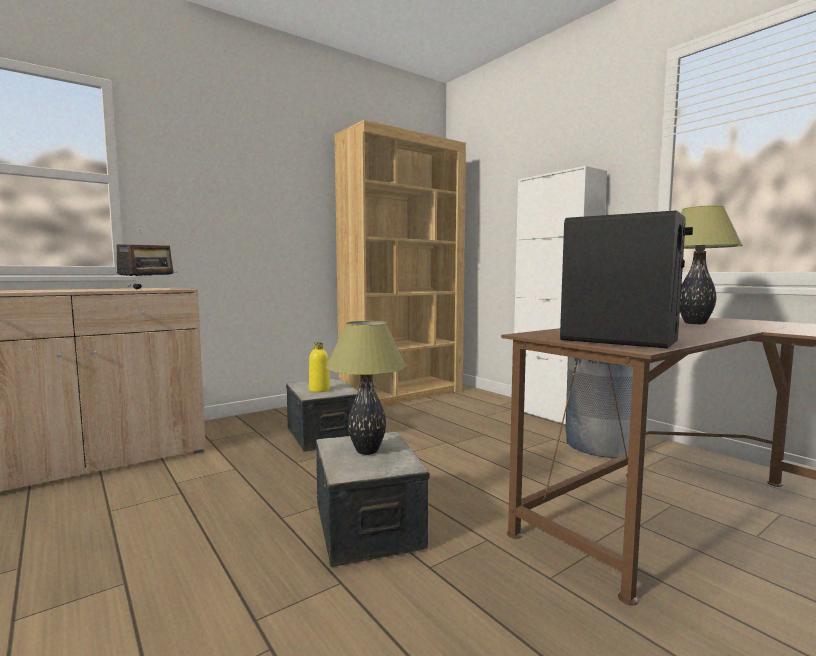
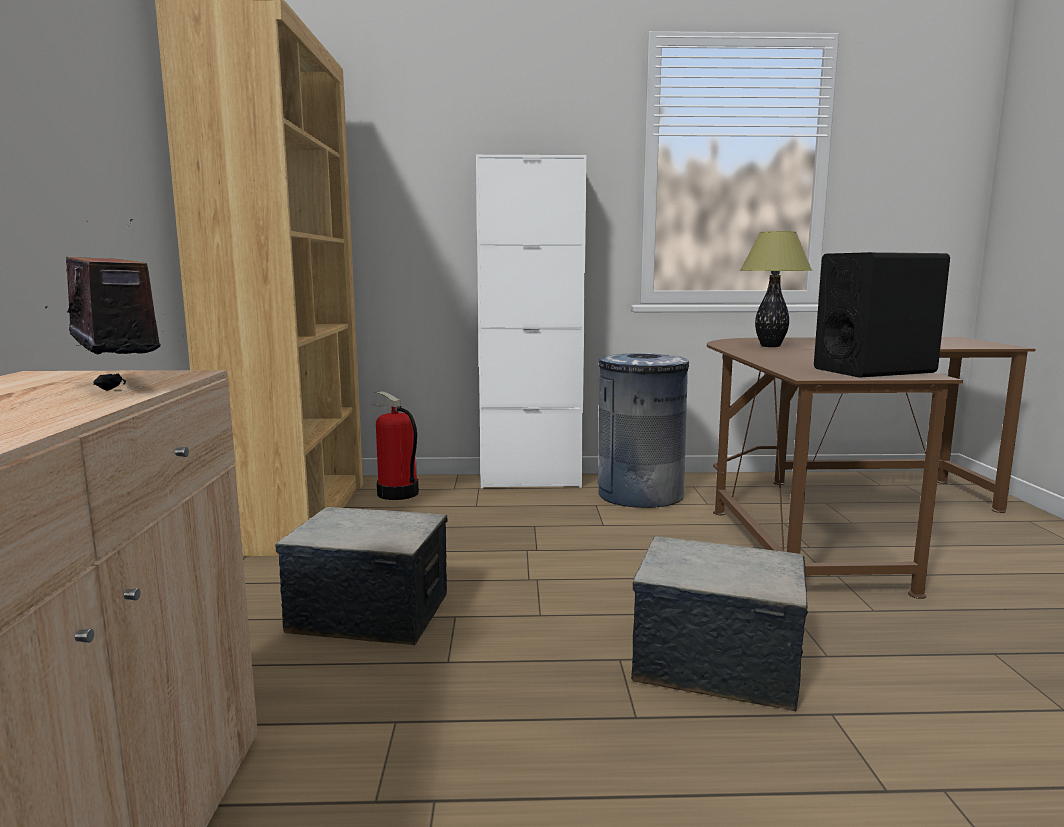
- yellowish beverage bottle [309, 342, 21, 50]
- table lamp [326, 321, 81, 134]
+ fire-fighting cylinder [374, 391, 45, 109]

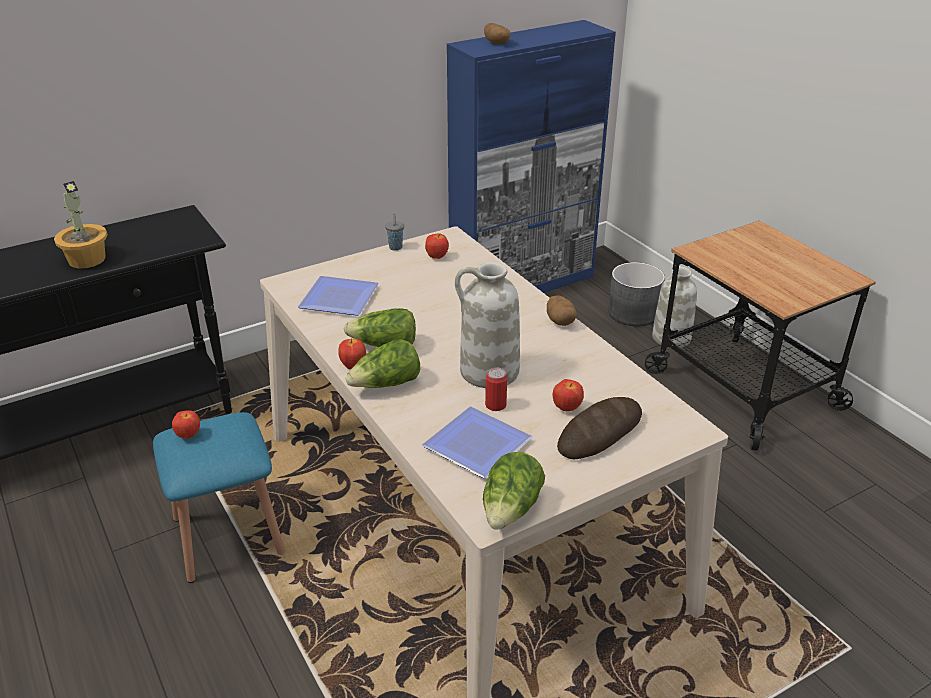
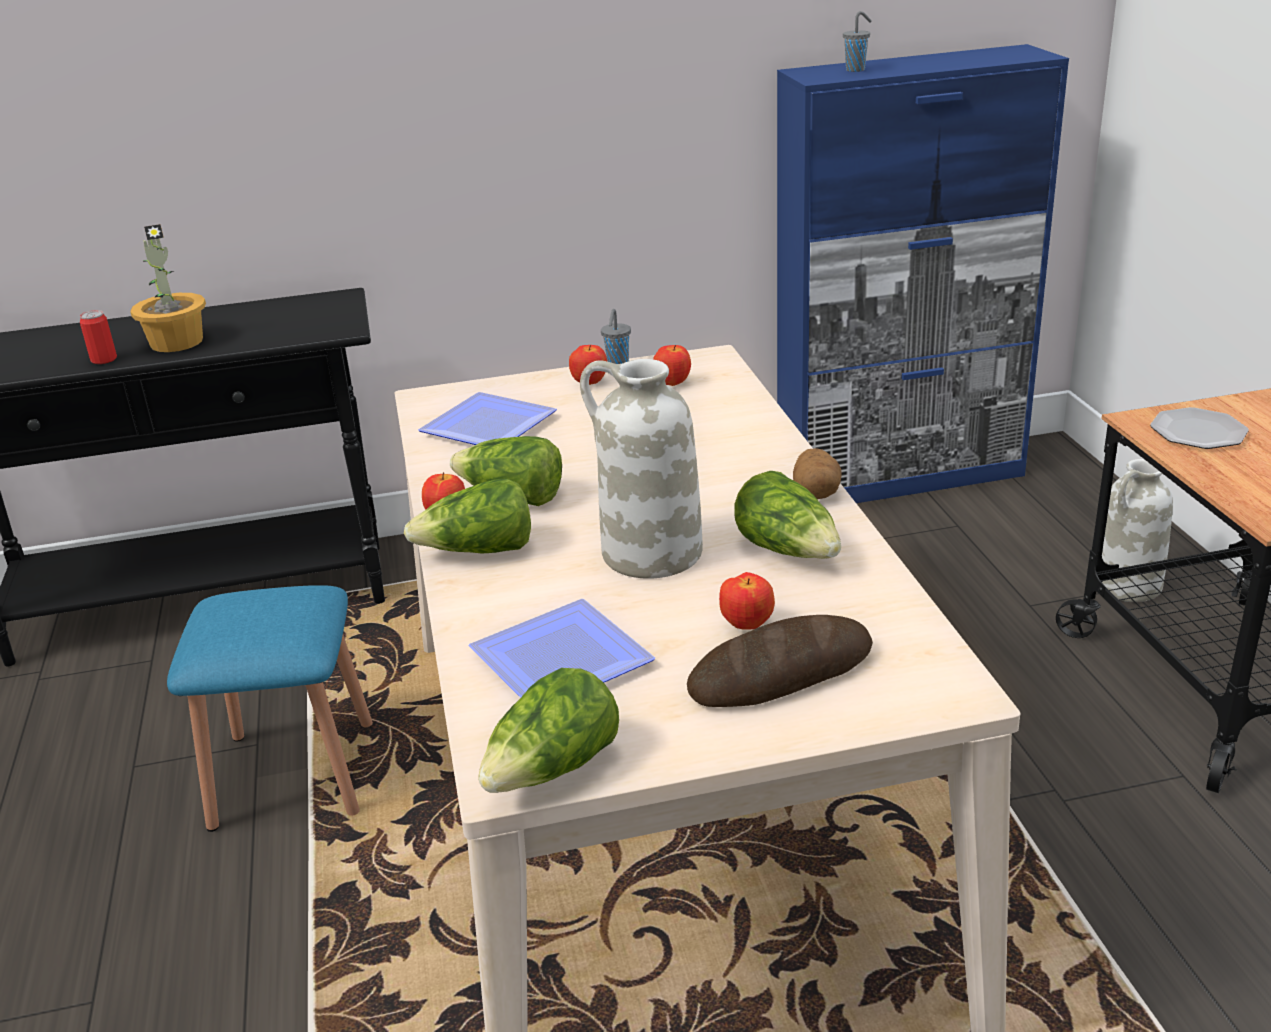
~ whole apple [172, 410, 28, 29] to [569, 345, 38, 40]
~ potato [484, 23, 26, 21] to gray small cup [843, 11, 29, 61]
~ metal can [485, 367, 22, 44] to [80, 310, 37, 54]
- gray flower pot [608, 262, 57, 64]
+ lettuce head [734, 471, 107, 88]
+ dinner plate [1150, 407, 99, 42]

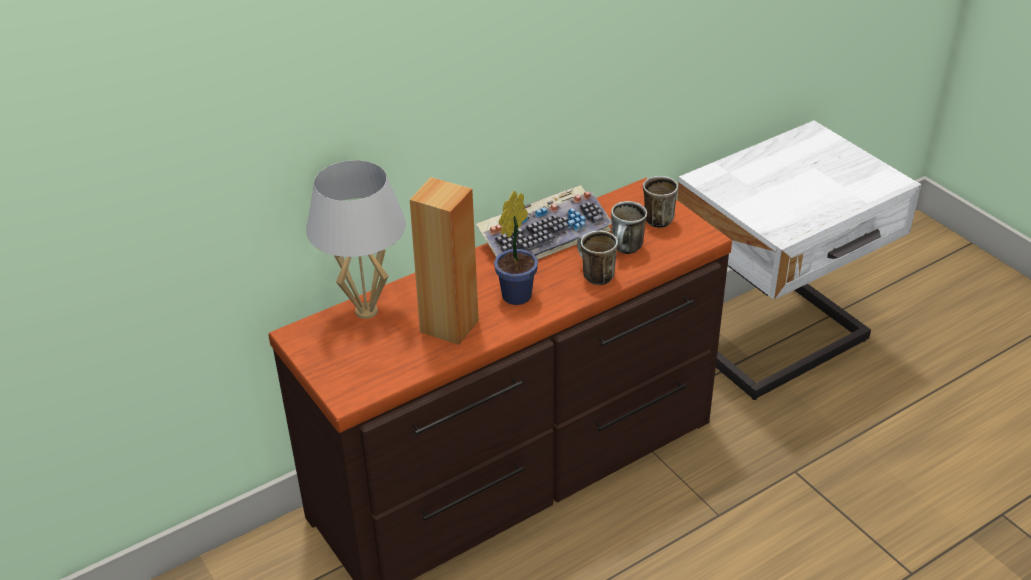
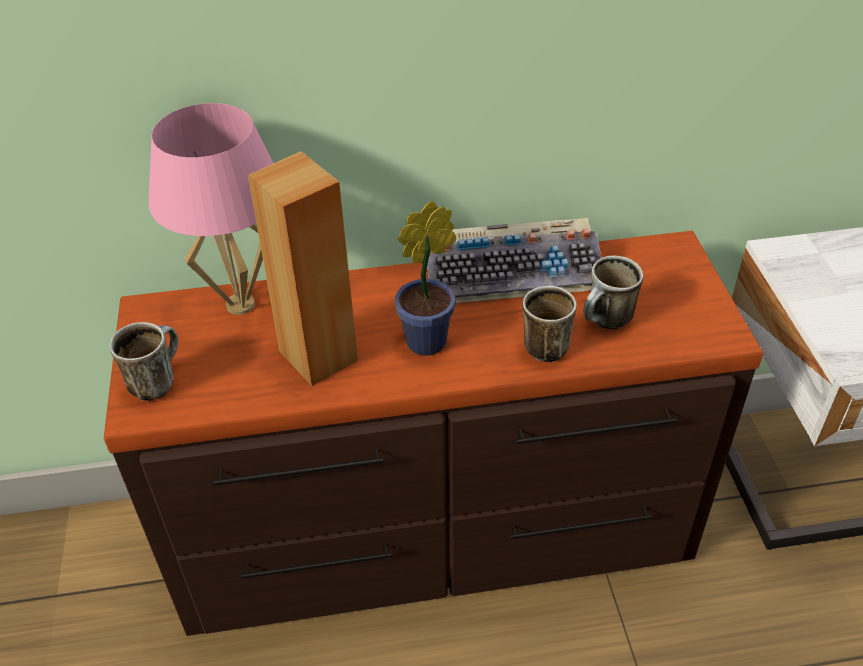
~ white-coloured table lamp [306, 160, 100, 159] to pinkish table lamp [148, 103, 125, 212]
~ coffee mug [643, 176, 35, 52] to [110, 322, 68, 79]

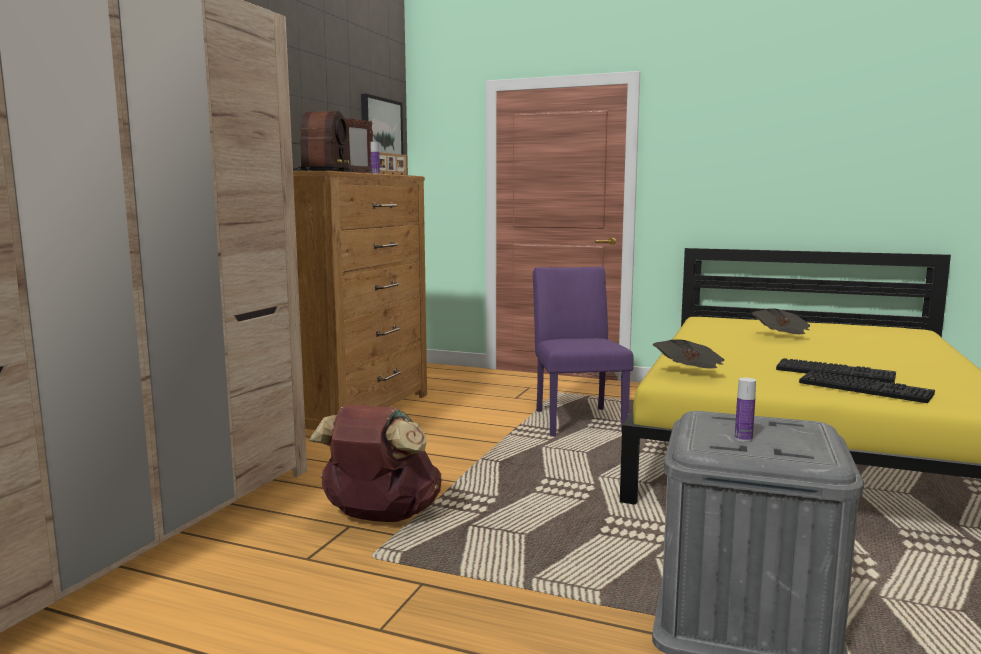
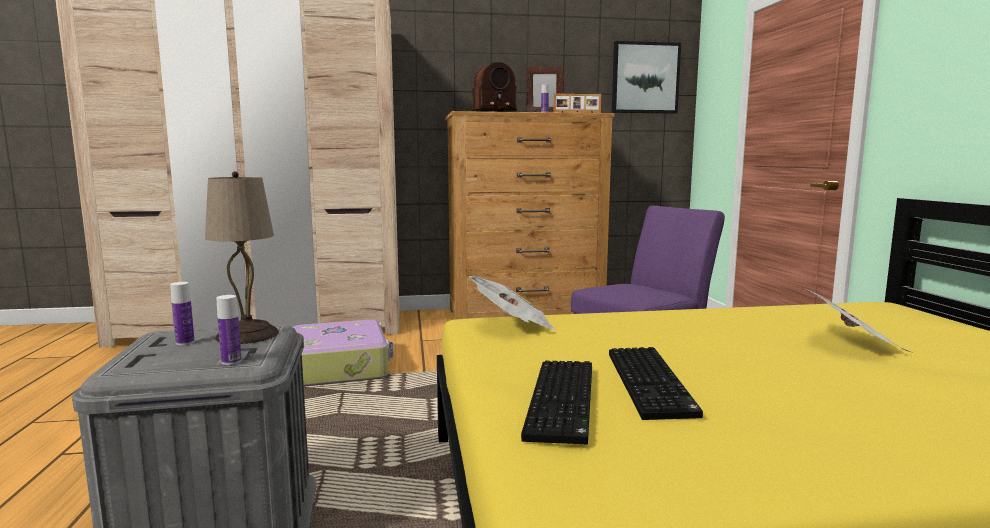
~ brown backpack [309, 405, 133, 117] to travel case [293, 320, 101, 67]
+ beige table lamp [205, 171, 74, 173]
+ beverage bottle [216, 295, 26, 70]

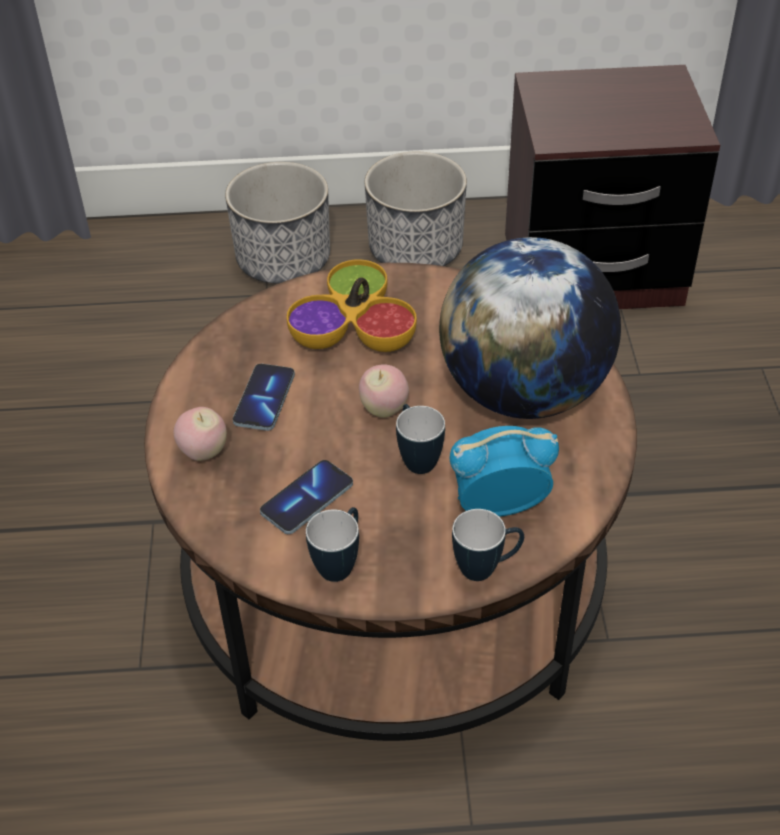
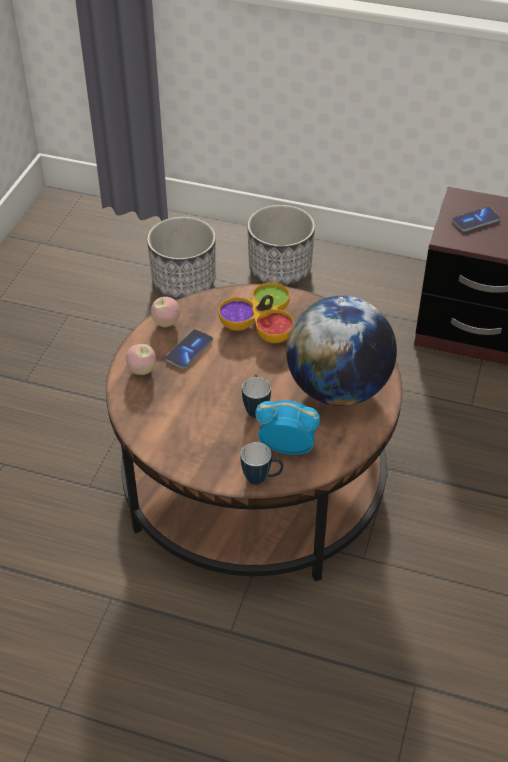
~ telephone [260, 460, 93, 74] to [452, 207, 48, 24]
- coffee mug [306, 507, 53, 75]
~ whole apple [359, 364, 50, 54] to [151, 297, 29, 30]
~ flower pot [365, 151, 102, 115] to [147, 217, 69, 81]

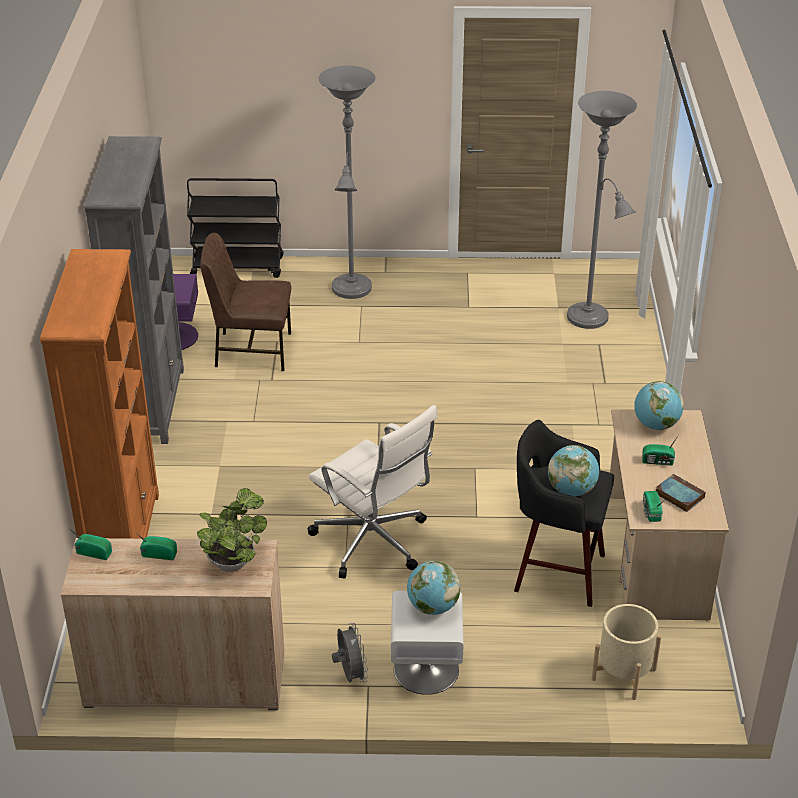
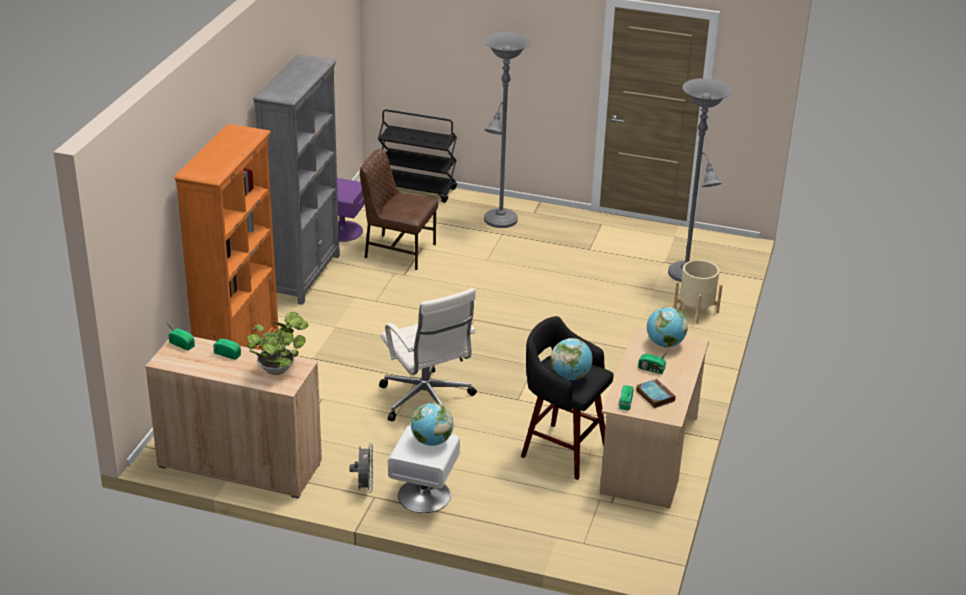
~ beige flower pot [592, 604, 69, 96] to [673, 260, 50, 64]

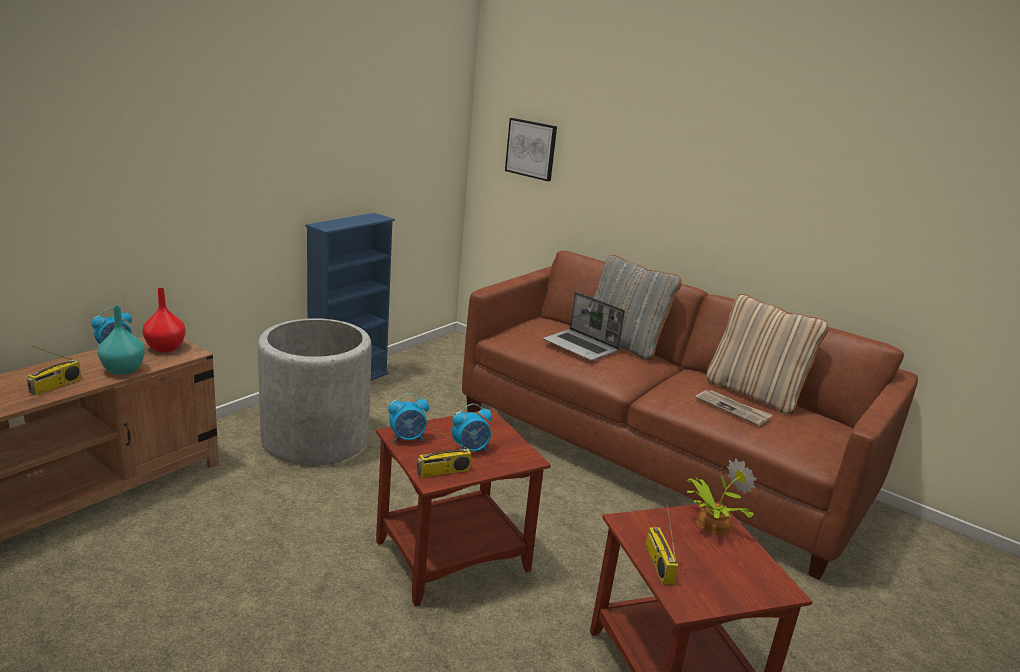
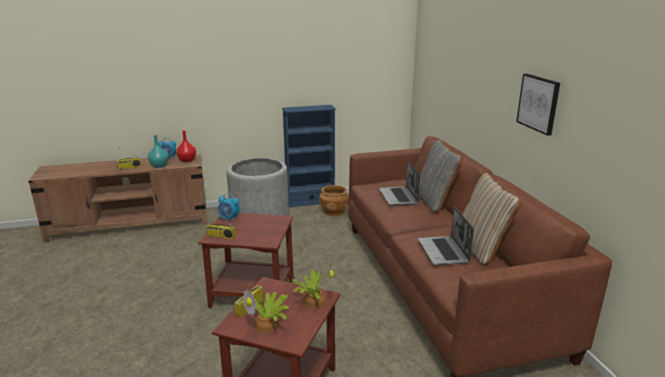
- alarm clock [452, 404, 40, 47]
~ wall art [505, 118, 52, 63] to [516, 74, 44, 62]
~ daily paper [695, 390, 77, 36] to notebook computer [418, 206, 56, 59]
+ houseplant [243, 289, 46, 44]
+ brown flower pot [319, 185, 30, 31]

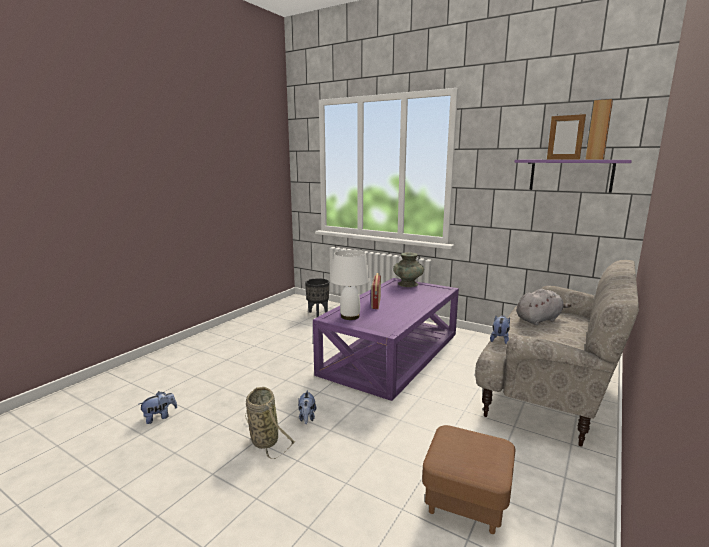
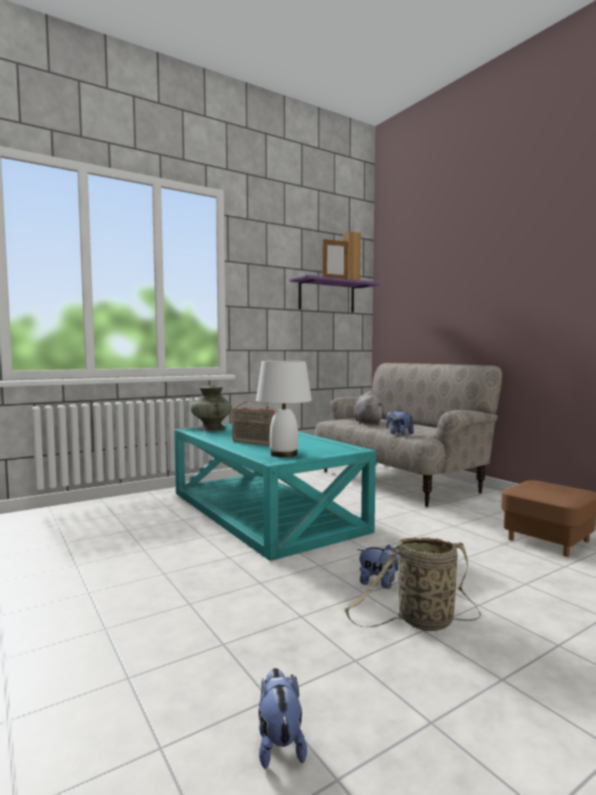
- blackish flower pot [305, 278, 24, 39]
~ purplish coffee table [313, 278, 146, 123] to turquoise-coloured coffee table [174, 424, 202, 137]

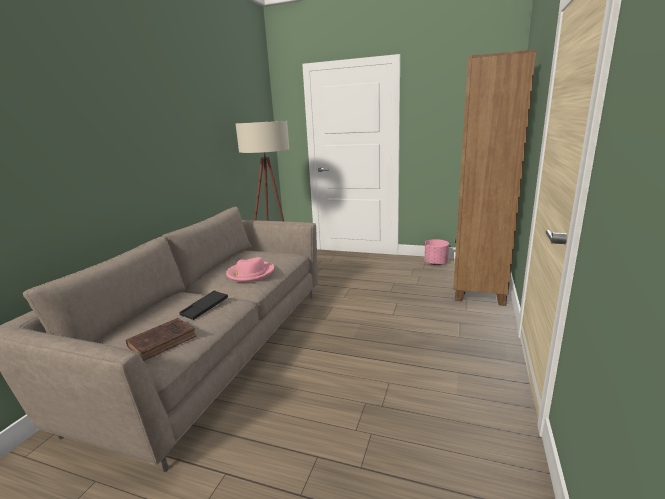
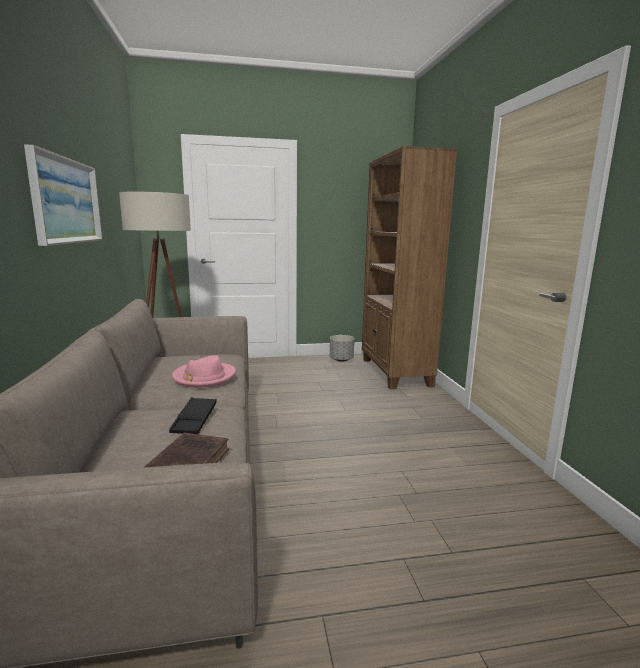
~ pinkish flower pot [424, 239, 25, 26] to gray flower pot [330, 335, 24, 27]
+ wall art [24, 144, 78, 102]

